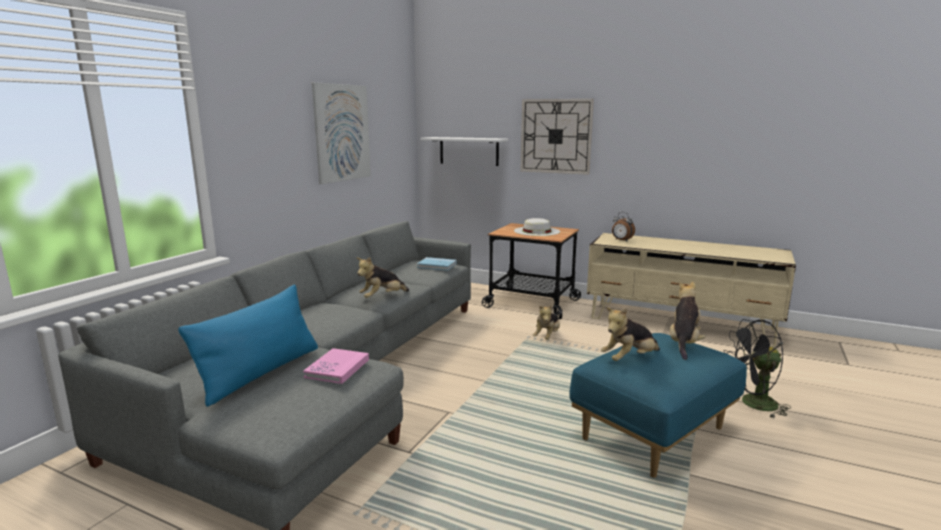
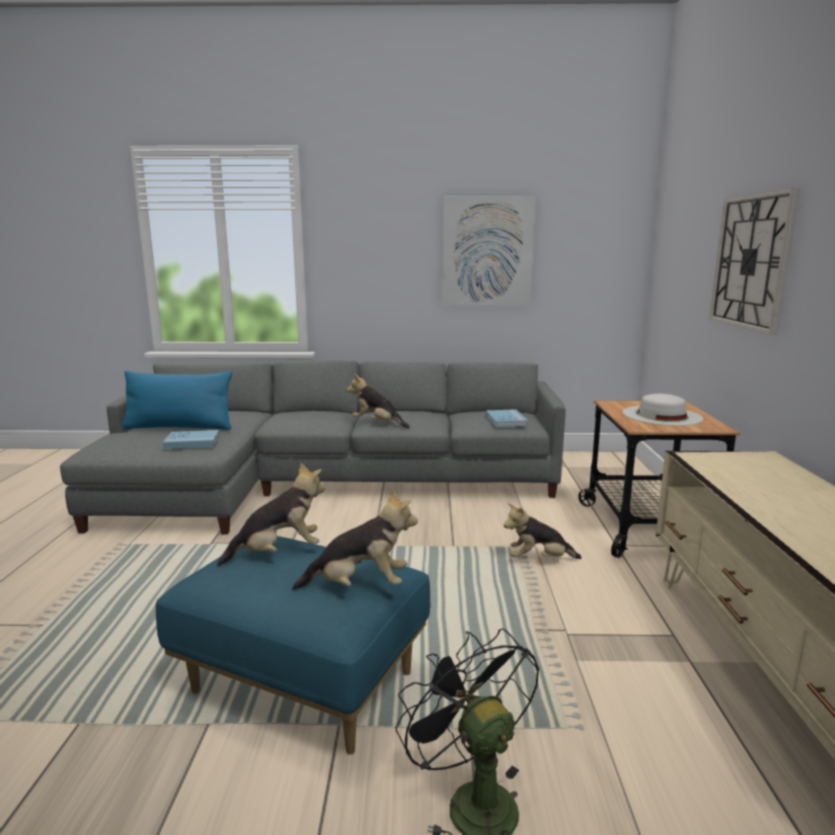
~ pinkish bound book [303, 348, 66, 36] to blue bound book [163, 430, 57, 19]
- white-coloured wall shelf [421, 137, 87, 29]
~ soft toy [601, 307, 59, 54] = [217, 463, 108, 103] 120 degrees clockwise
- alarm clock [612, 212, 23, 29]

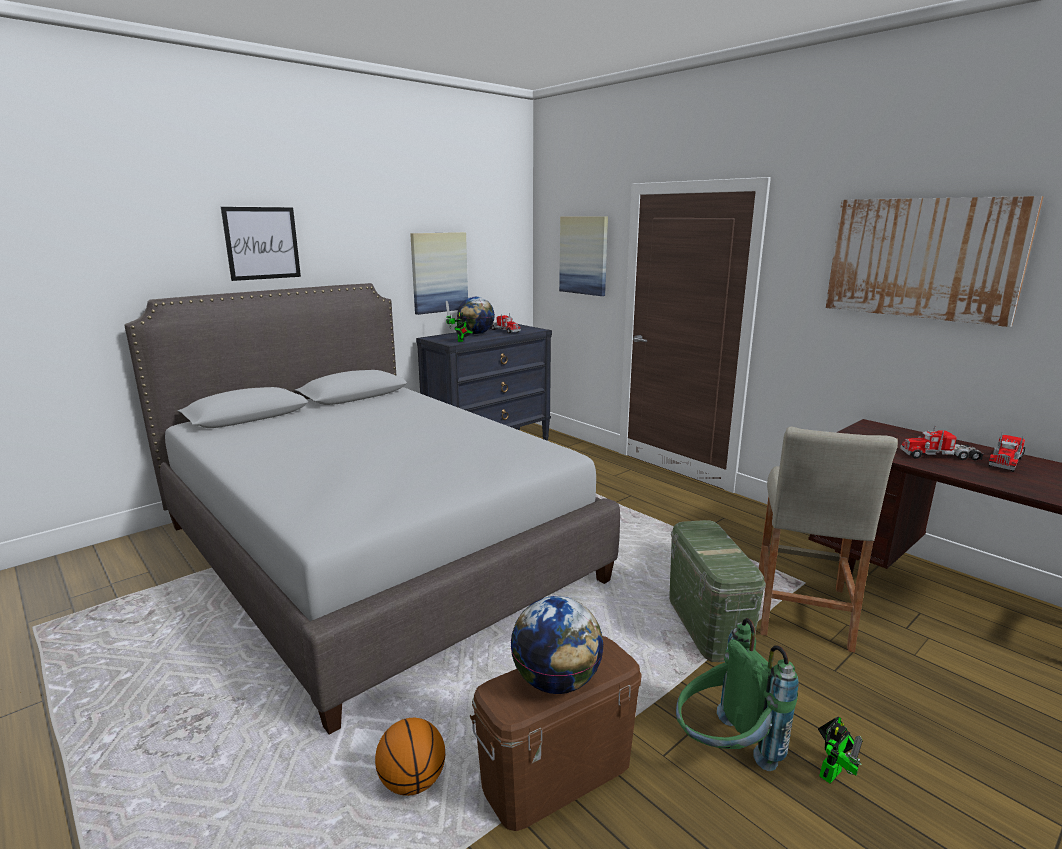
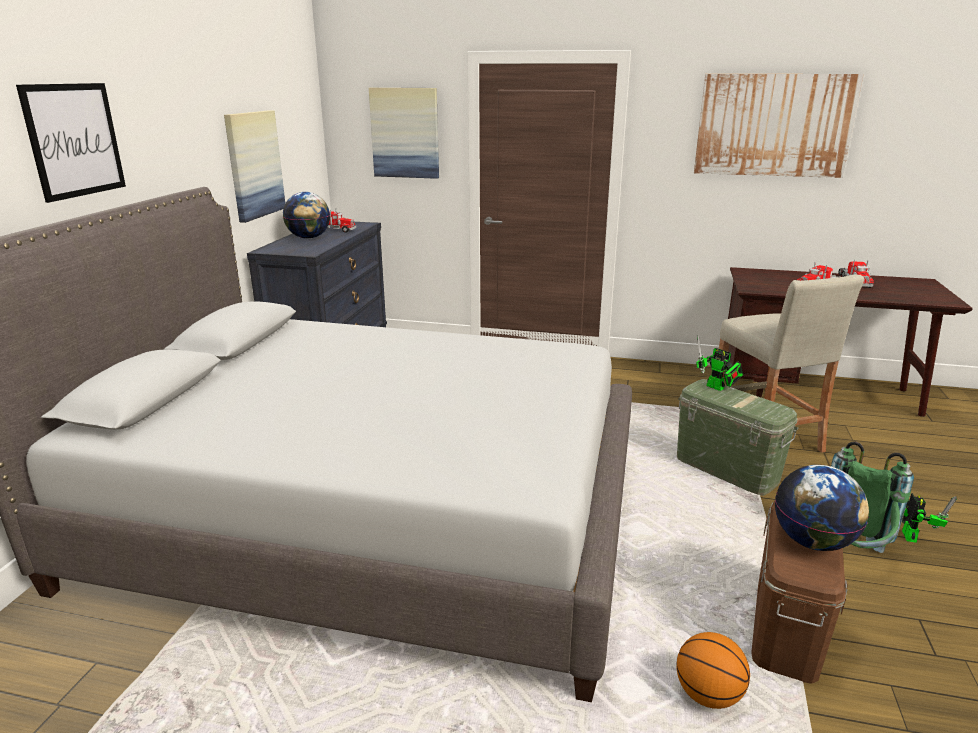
~ toy robot [445, 300, 28, 42] to [696, 335, 47, 56]

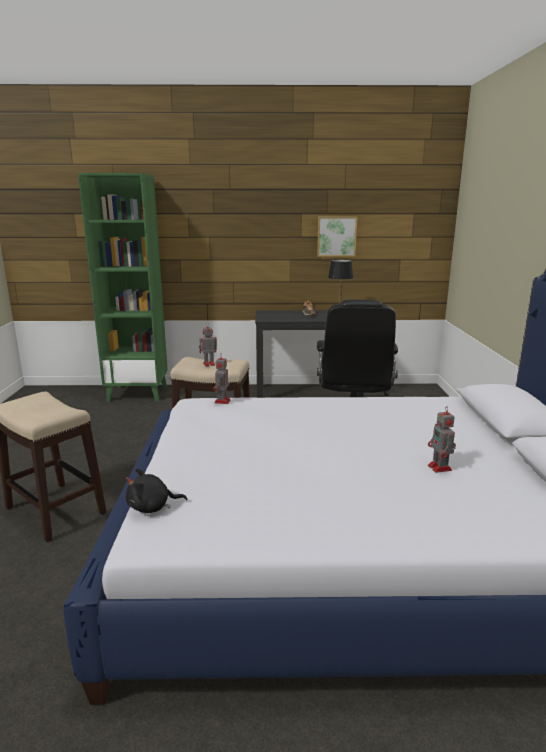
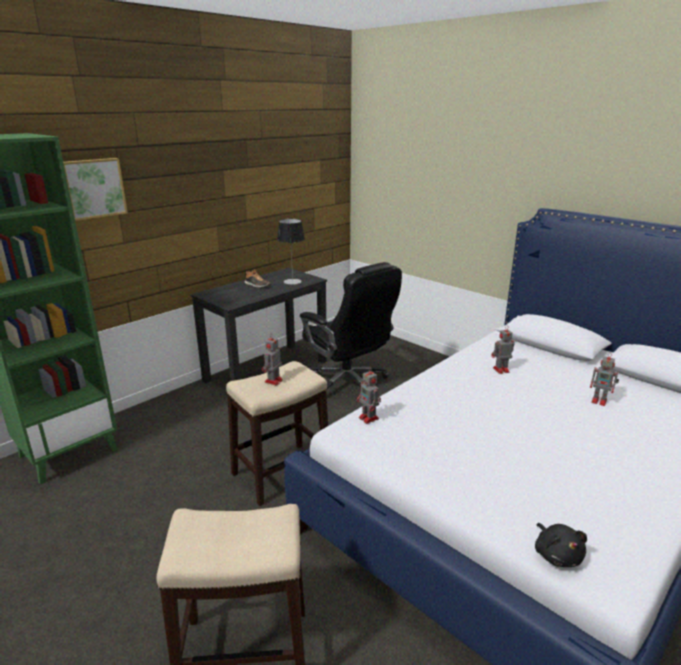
~ blackish soft toy [126, 468, 61, 45] = [535, 523, 52, 44] 45 degrees counterclockwise
~ wall art [317, 217, 40, 40] to [63, 158, 65, 63]
+ toy robot [492, 326, 22, 48]

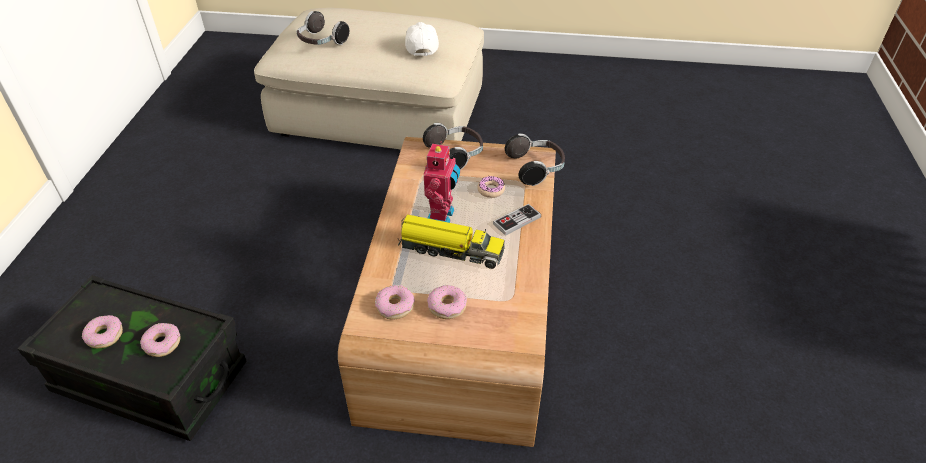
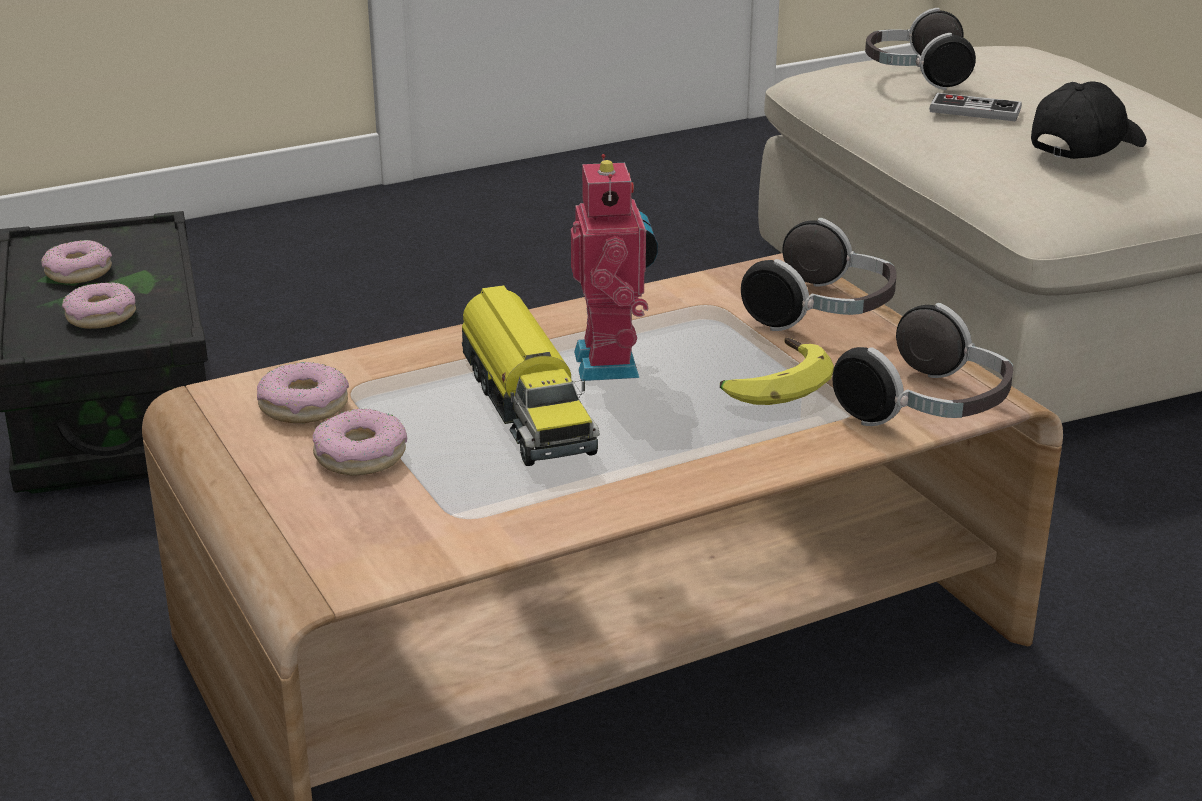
~ white-coloured peaked cap [405, 22, 34, 34] to blackish peaked cap [1031, 82, 116, 77]
~ toy robot [424, 141, 36, 82] = [571, 154, 87, 227] 75 degrees counterclockwise
~ doughnut [477, 176, 28, 22] to whole banana [720, 338, 114, 67]
~ gamepad [493, 204, 48, 32] to [929, 93, 93, 28]

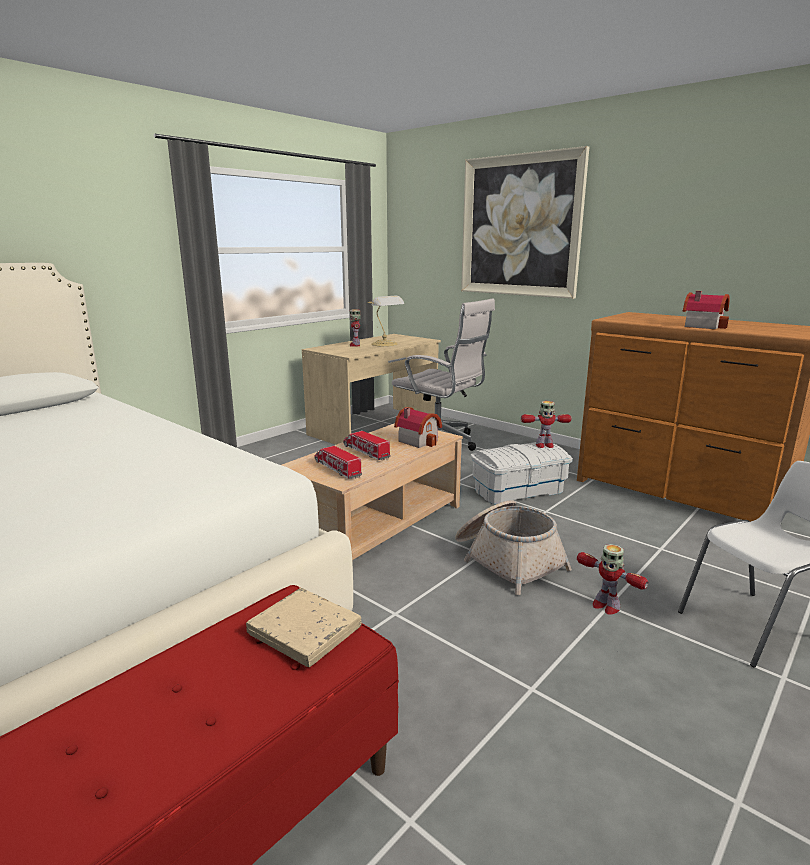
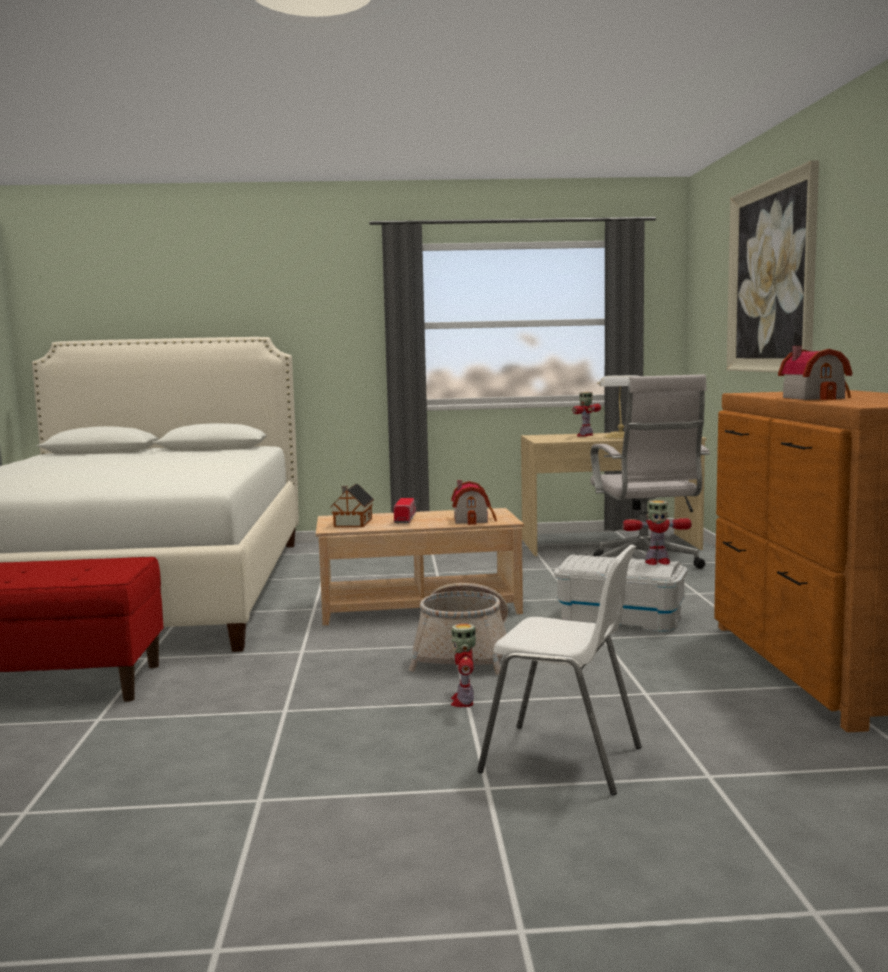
- beige bound book [246, 588, 116, 79]
~ toy lorry [315, 445, 47, 34] to miniature house [330, 484, 44, 43]
~ toy robot [521, 401, 51, 47] = [622, 500, 70, 65] 45 degrees counterclockwise

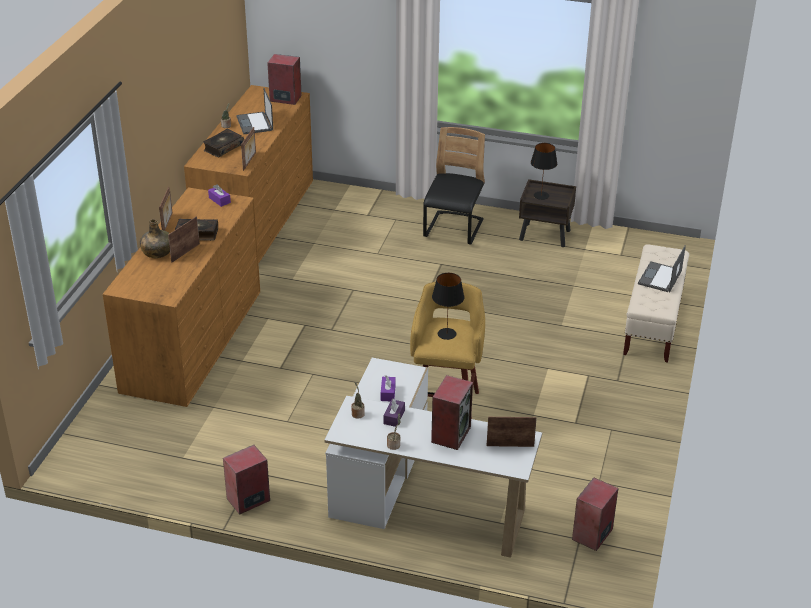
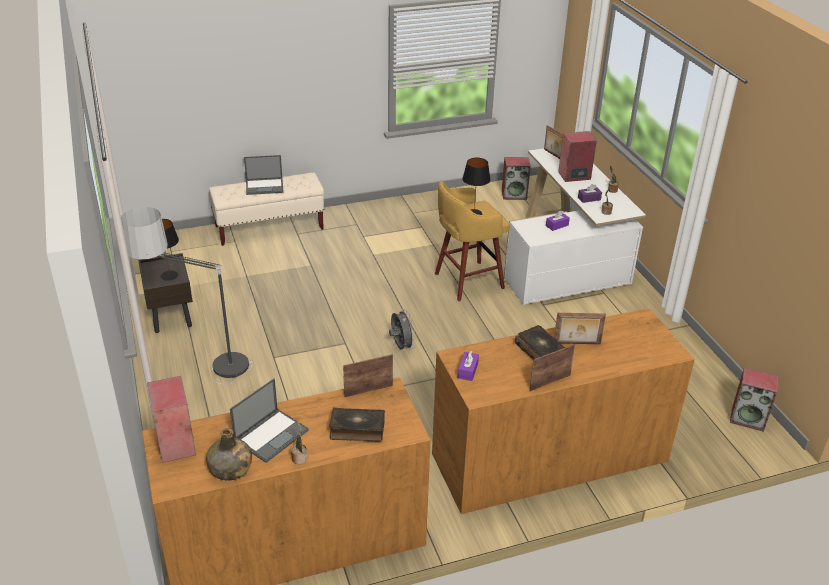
~ green-coloured beverage bottle [140, 219, 30, 39] to [206, 428, 46, 52]
~ loudspeaker [223, 445, 47, 70] to [730, 368, 49, 64]
~ blackish chair [423, 127, 62, 117] to standing lamp [121, 207, 131, 177]
+ gray electric fan [389, 309, 26, 41]

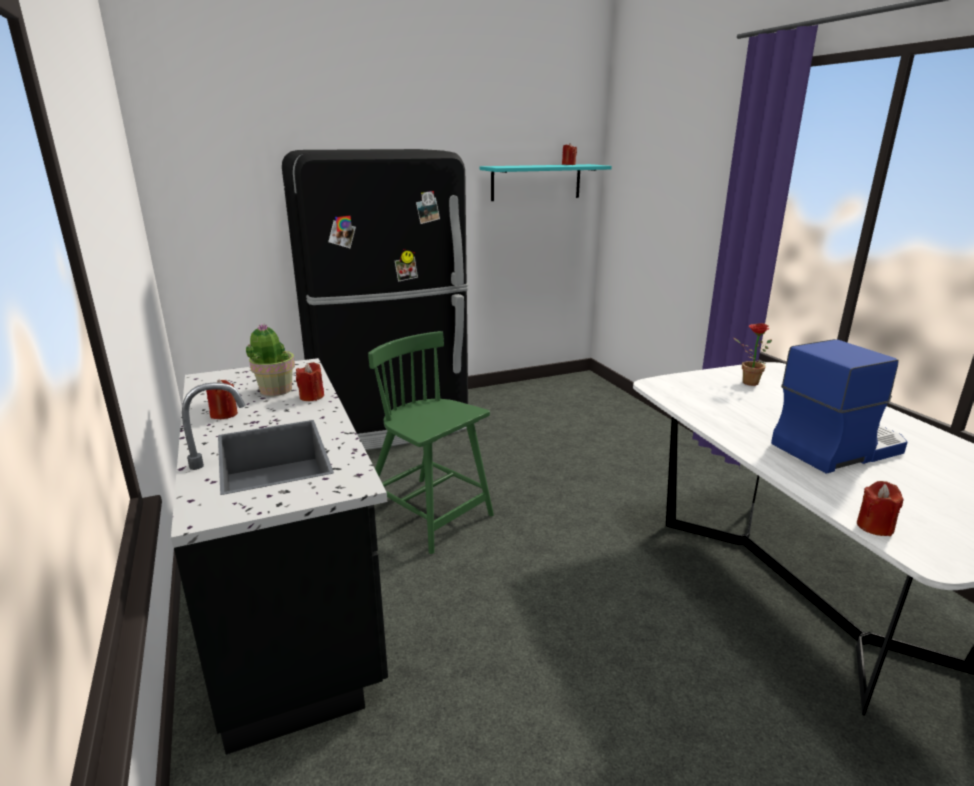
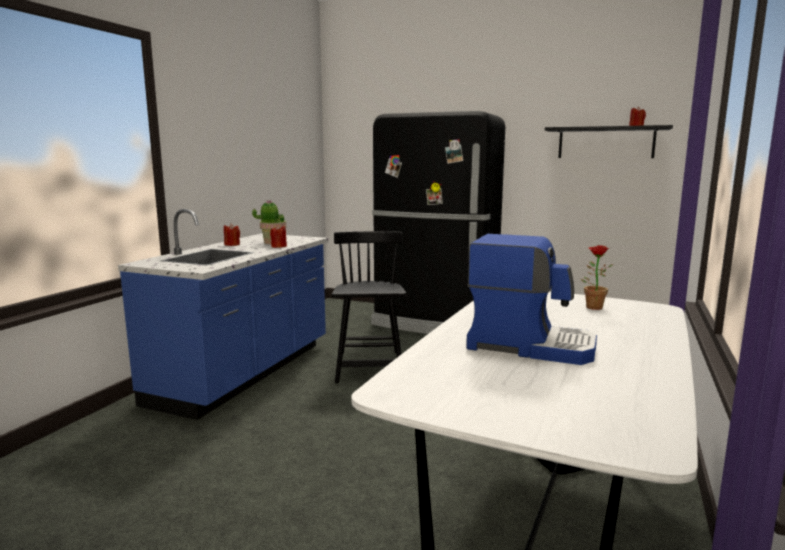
~ blackish kitchen base unit [171, 358, 217, 397] to blue kitchen base unit [118, 209, 210, 211]
~ green-coloured chair [368, 331, 126, 223] to blackish chair [332, 231, 74, 153]
~ turquoise-coloured wall shelf [480, 164, 132, 37] to blackish wall shelf [545, 125, 128, 33]
- red wax light [857, 481, 46, 55]

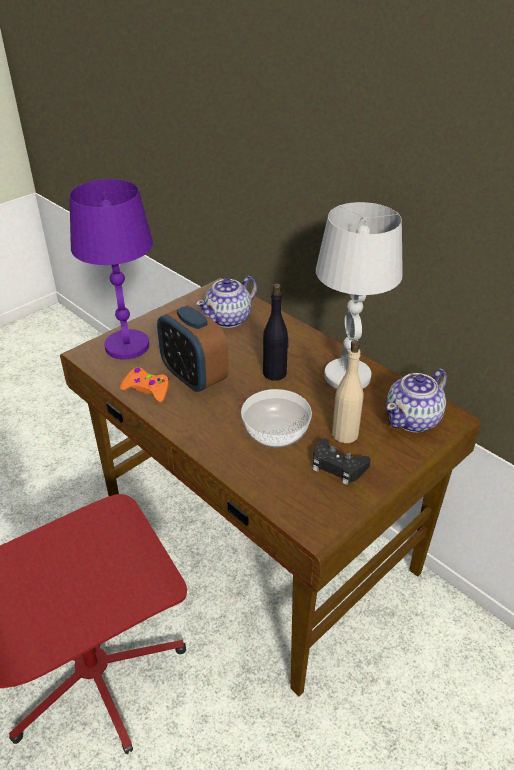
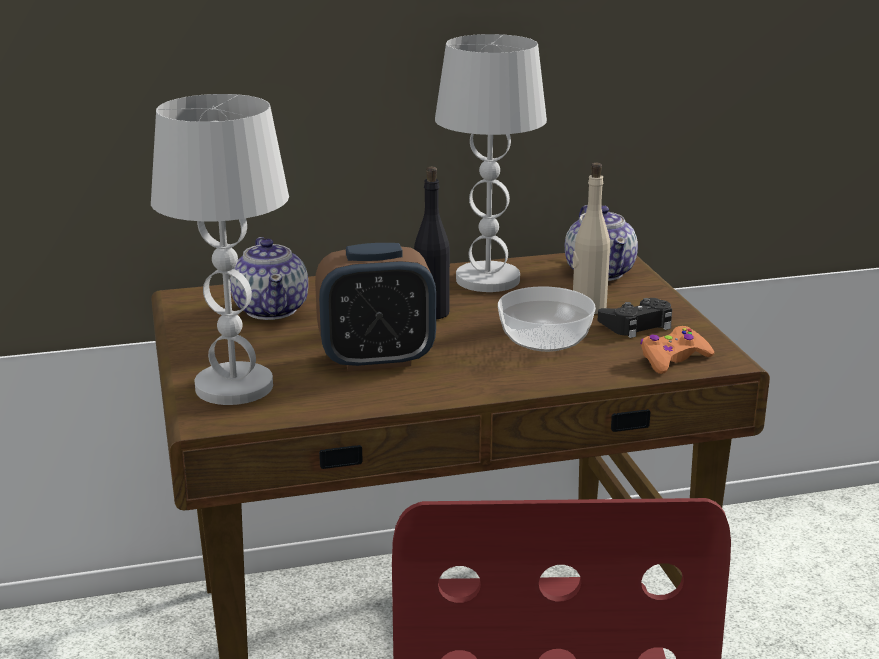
~ purplish table lamp [69, 179, 84, 181] to white-coloured table lamp [151, 94, 138, 311]
~ orange gamepad [120, 367, 49, 35] to [640, 326, 74, 48]

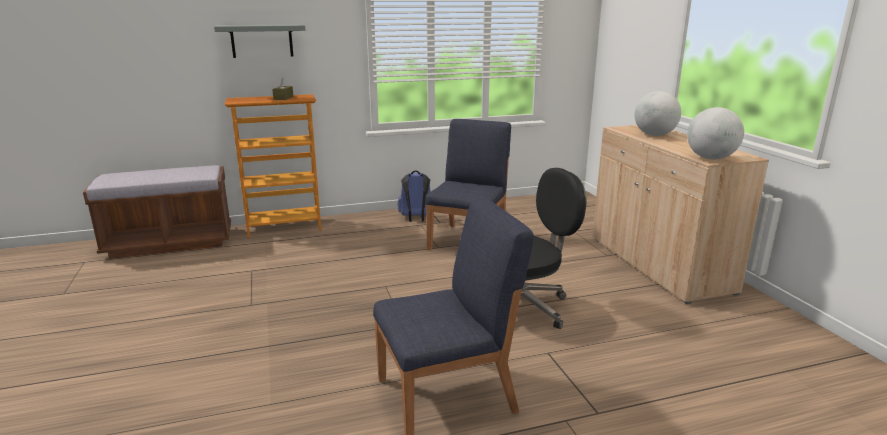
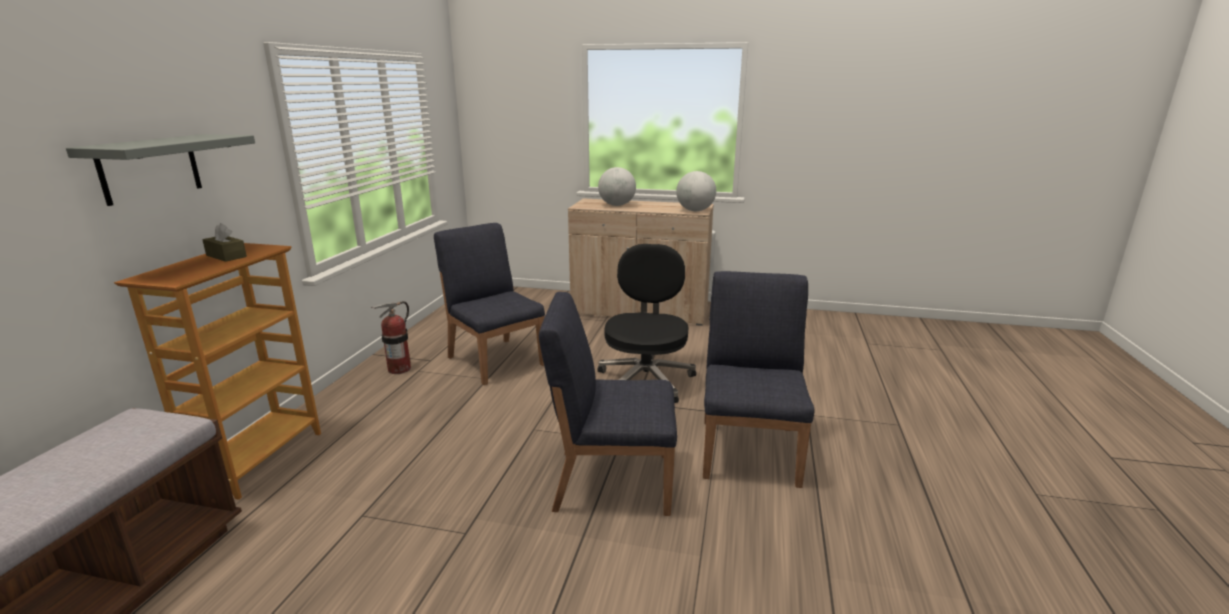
~ blue backpack [398, 170, 33, 52] to fire-fighting cylinder [371, 301, 40, 73]
+ blue chair [539, 292, 138, 224]

